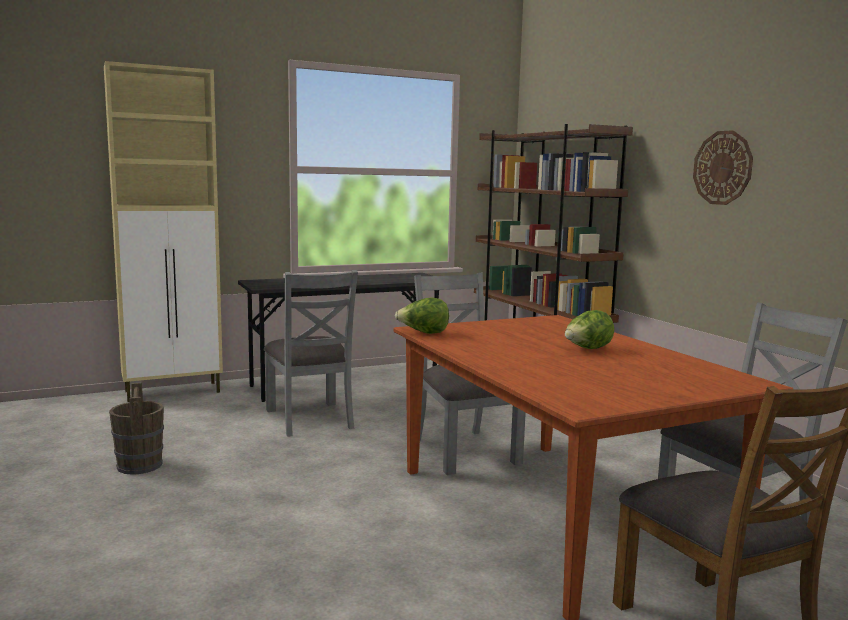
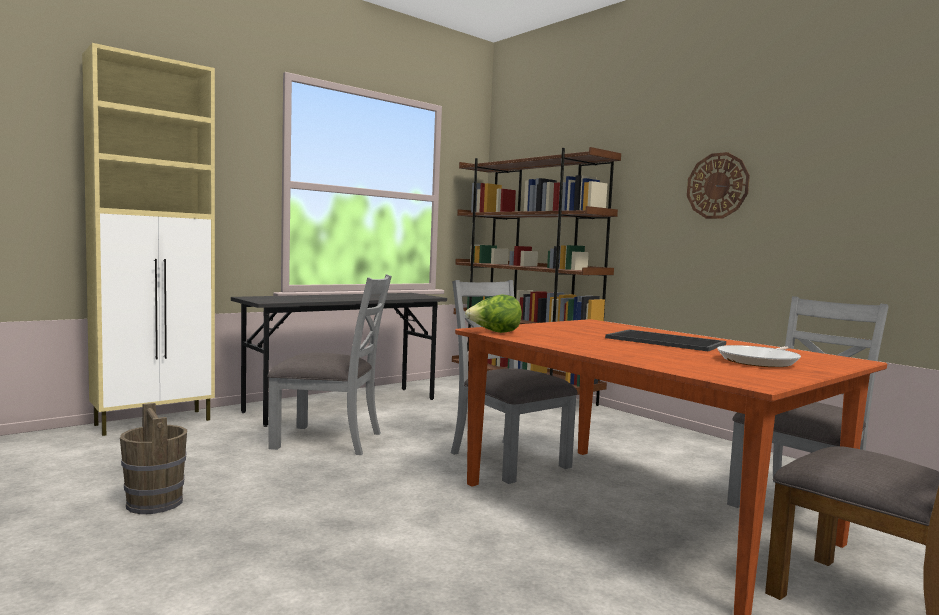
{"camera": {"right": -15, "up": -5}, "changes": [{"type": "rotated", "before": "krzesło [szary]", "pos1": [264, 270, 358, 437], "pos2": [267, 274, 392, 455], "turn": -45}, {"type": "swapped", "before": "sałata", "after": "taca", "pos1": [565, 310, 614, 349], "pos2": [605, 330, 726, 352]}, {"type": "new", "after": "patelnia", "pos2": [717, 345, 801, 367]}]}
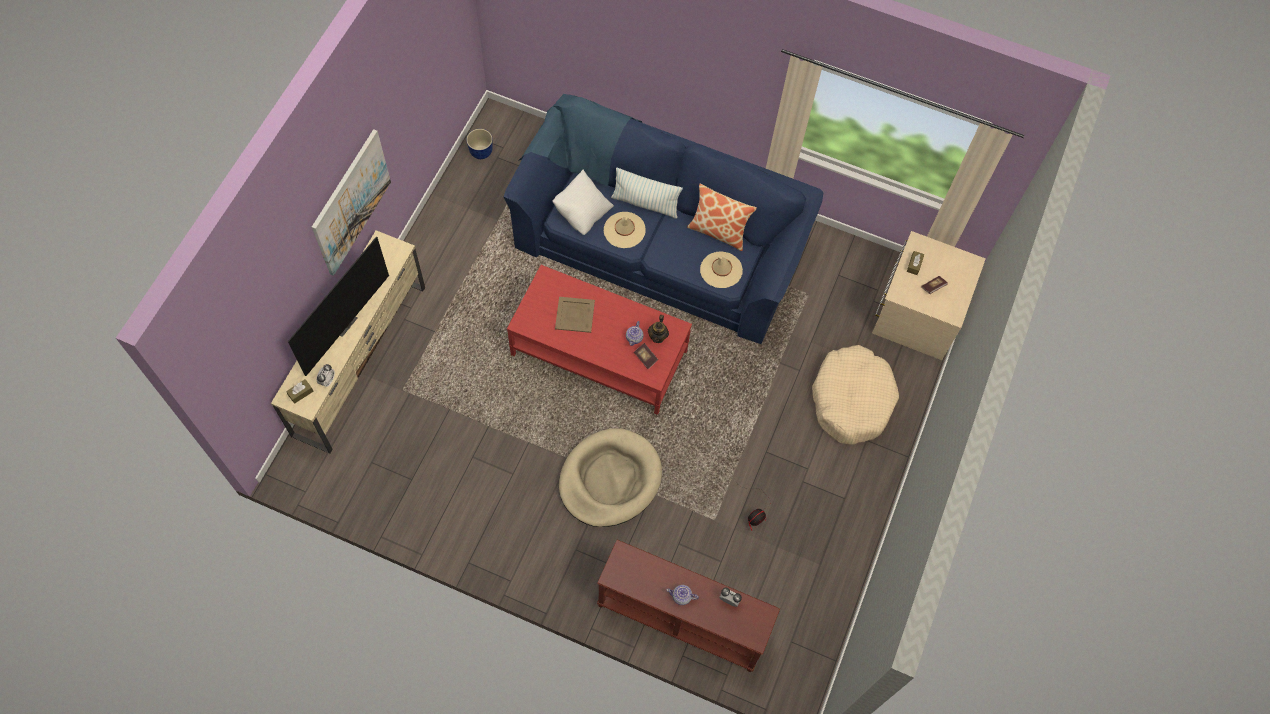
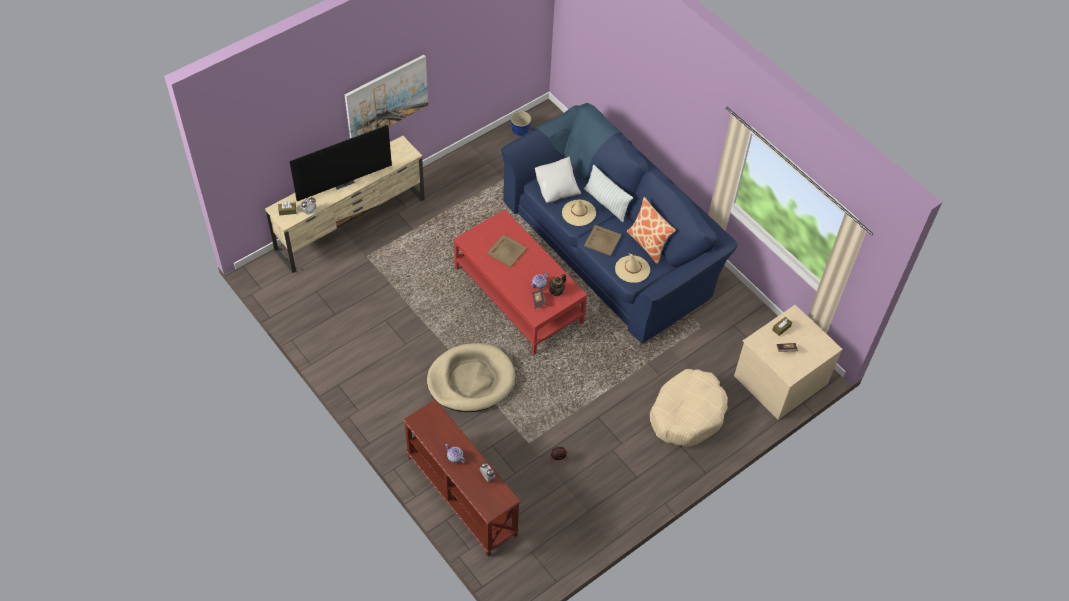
{"camera": {"right": 30, "up": -10}, "changes": [{"type": "new", "after": "taca [beżowy]", "pos2": [584, 225, 622, 256]}]}
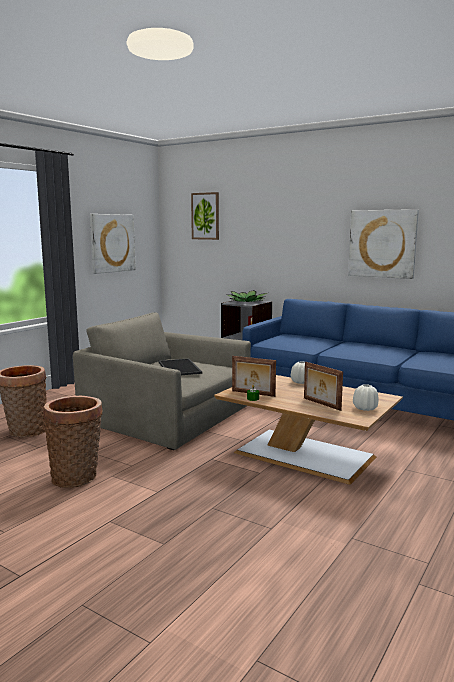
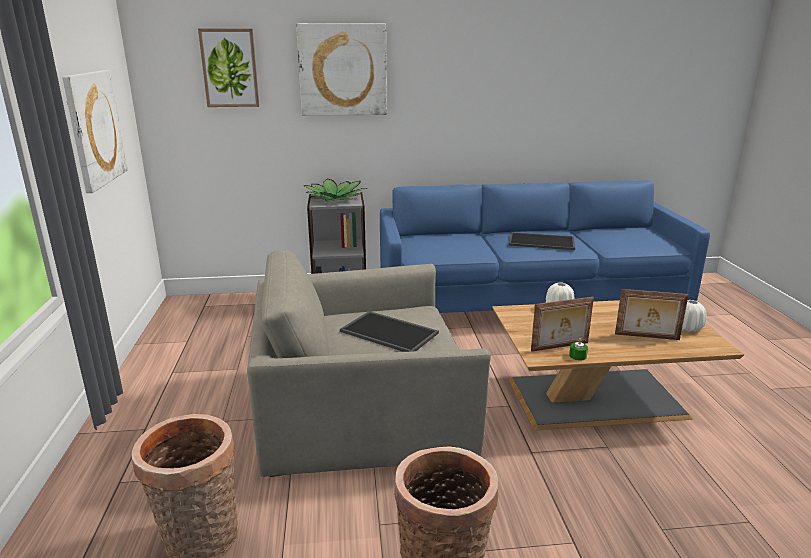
{"camera": {"right": -40, "up": 10}, "changes": [{"type": "shifted", "before": "obraz", "pos1": [348, 209, 419, 279], "pos2": [296, 23, 387, 116]}, {"type": "new", "after": "taca", "pos2": [509, 232, 575, 250]}]}
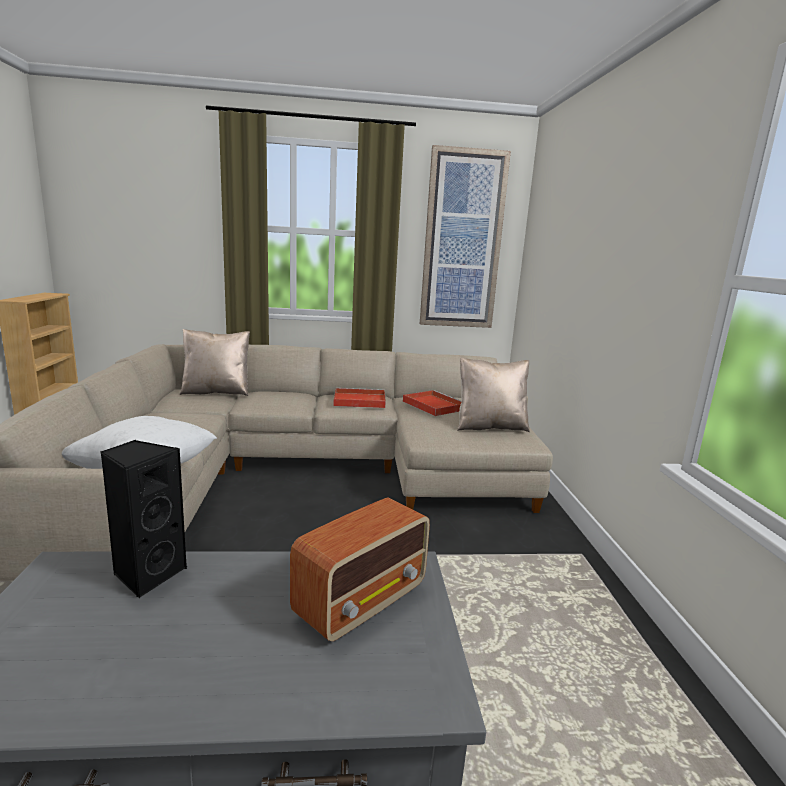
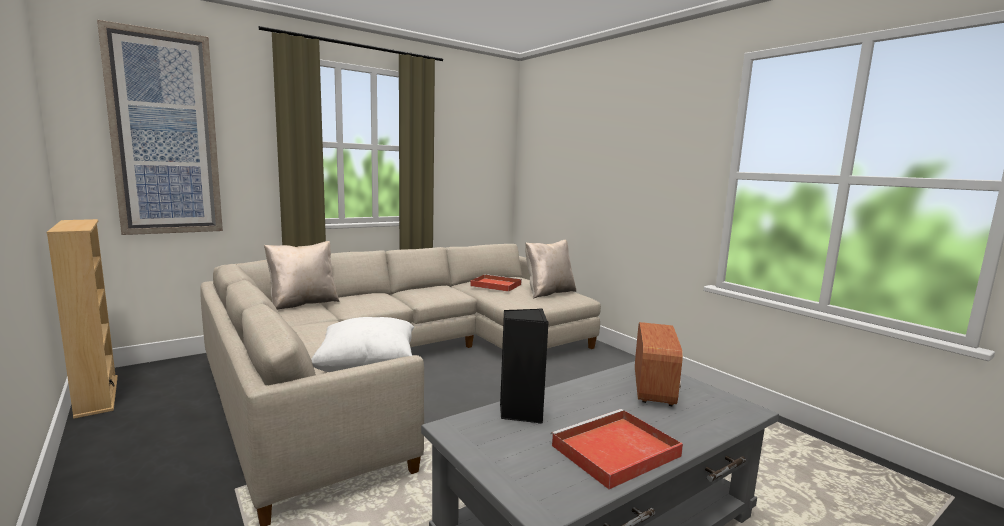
{"camera": {"right": -30, "up": -5}, "changes": [{"type": "shifted", "before": "taca [czerwony]", "pos1": [333, 388, 386, 408], "pos2": [550, 409, 683, 489]}, {"type": "shifted", "before": "obraz", "pos1": [420, 145, 511, 328], "pos2": [97, 20, 223, 235]}]}
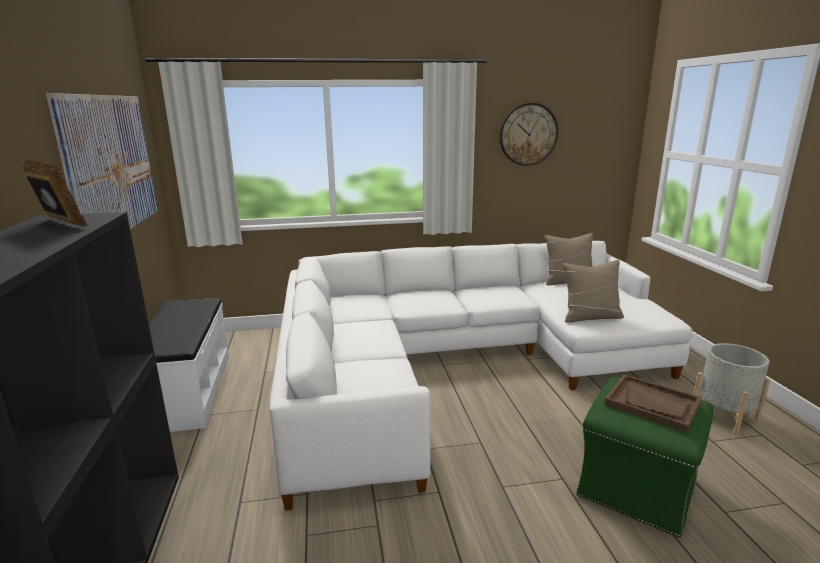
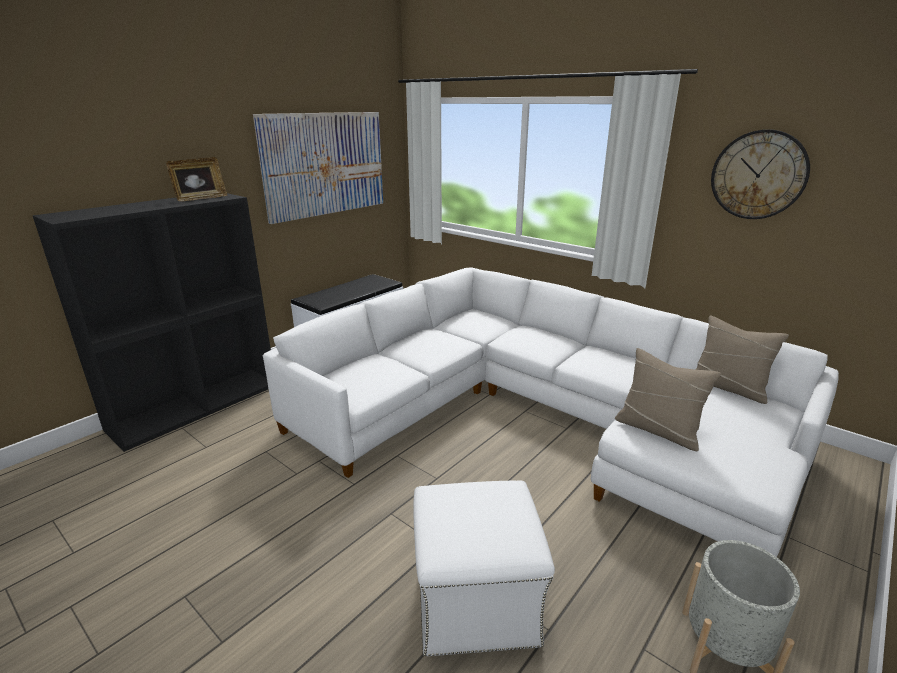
{"camera": {"right": 50, "up": 5}, "changes": [{"type": "rotated", "before": "ramka na zdjęcie", "pos1": [22, 159, 87, 227], "pos2": [166, 157, 227, 201], "turn": 45}, {"type": "repainted", "before": "pufa [zielony]", "after": "pufa [biały]", "pos1": [576, 377, 713, 538], "pos2": [413, 480, 555, 656]}, {"type": "gone", "before": "taca [brązowy]", "pos1": [604, 374, 702, 433]}]}
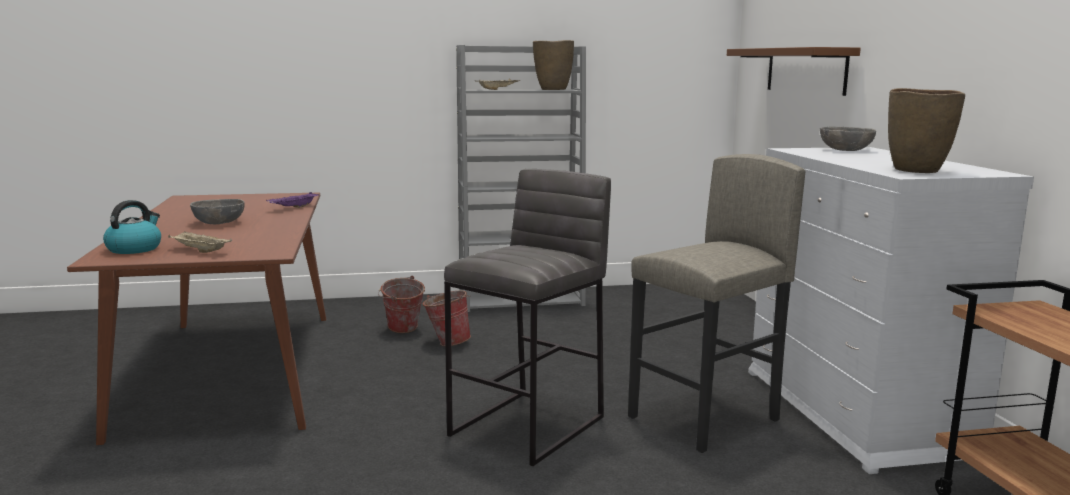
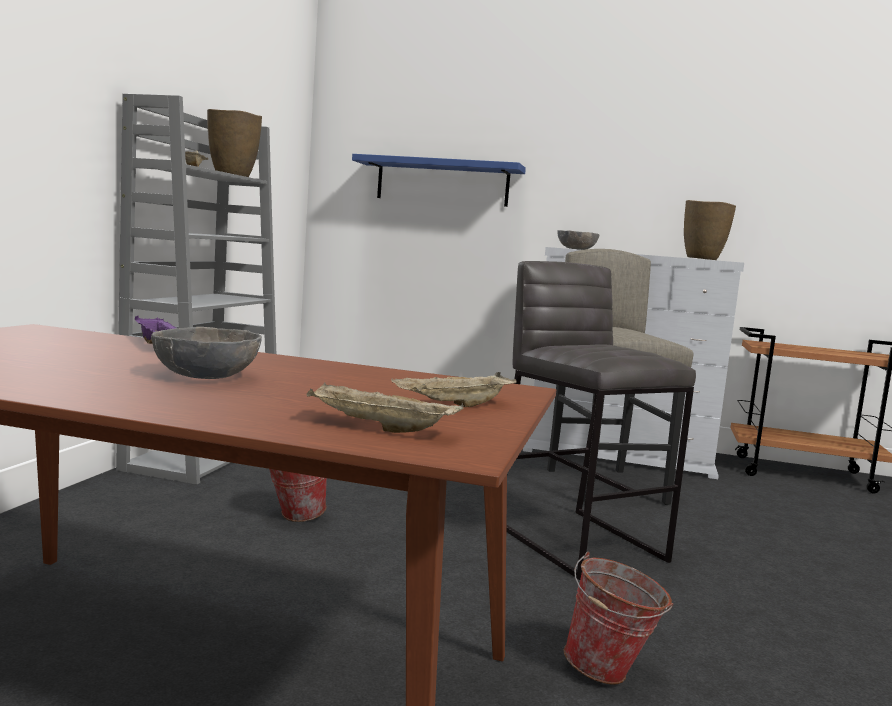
{"camera": {"right": -65, "up": -5}, "changes": [{"type": "swapped", "before": "czajnik", "after": "taca [beżowy]", "pos1": [103, 200, 161, 254], "pos2": [306, 382, 463, 433]}, {"type": "shifted", "before": "wiadro", "pos1": [378, 276, 425, 333], "pos2": [564, 552, 673, 685]}, {"type": "repainted", "before": "półka [brązowy]", "after": "półka [niebieski]", "pos1": [727, 47, 861, 96], "pos2": [352, 154, 526, 207]}]}
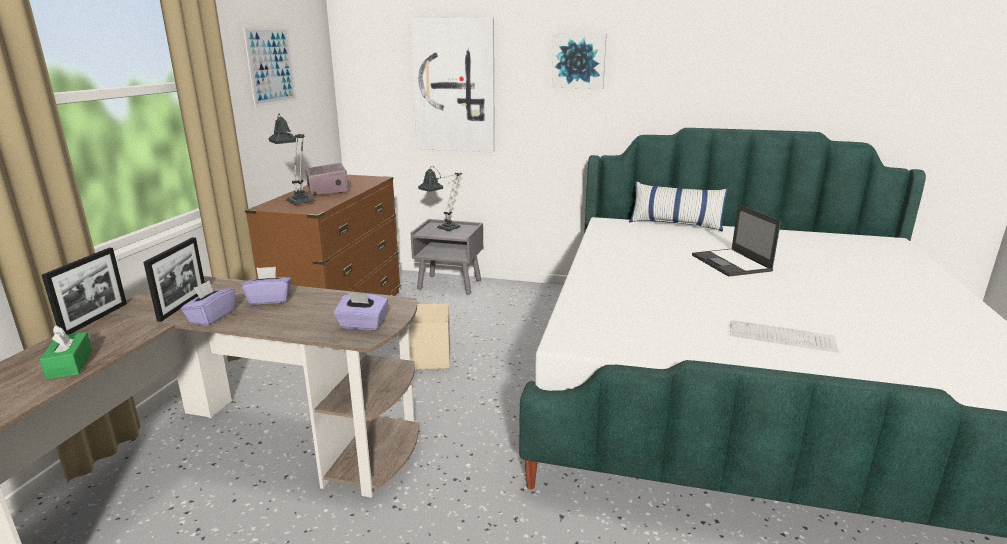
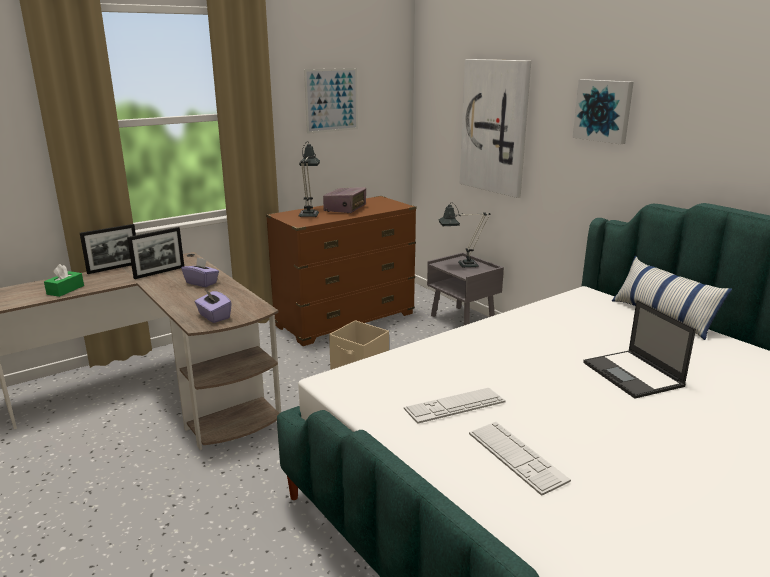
{"camera": {"right": 40, "up": 0}, "changes": [{"type": "gone", "before": "pudełko chusteczek [fioletowy]", "pos1": [181, 281, 235, 326]}, {"type": "rotated", "before": "laptop", "pos1": [692, 205, 781, 277], "pos2": [583, 300, 696, 399], "turn": -45}, {"type": "new", "after": "klawiatura", "pos2": [404, 388, 505, 424]}]}
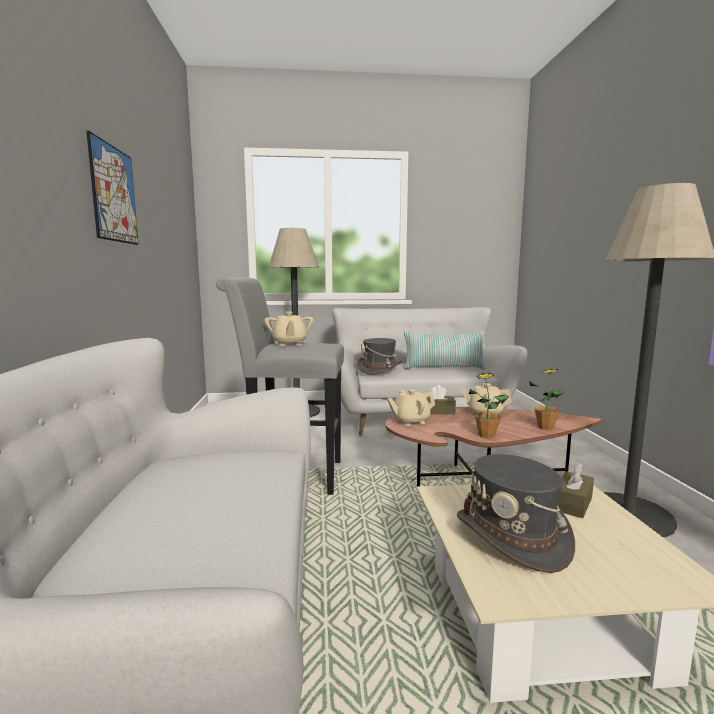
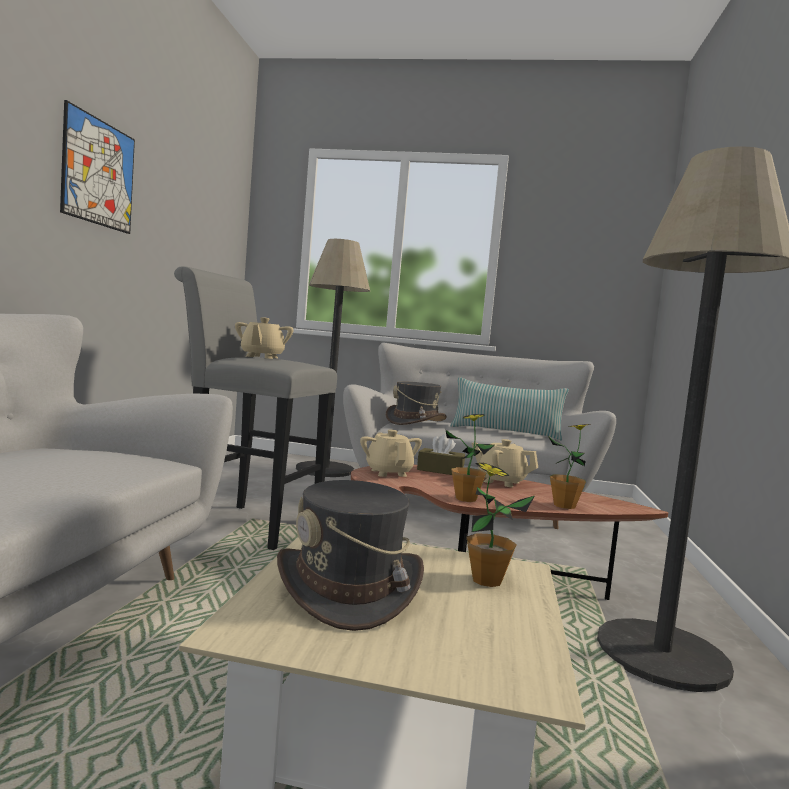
{"camera": {"right": 15, "up": -5}, "changes": [{"type": "rotated", "before": "imbryk [beżowy]", "pos1": [387, 389, 435, 426], "pos2": [360, 430, 422, 477], "turn": 75}, {"type": "swapped", "before": "pudełko chusteczek [brązowy]", "after": "roślina doniczkowa", "pos1": [557, 463, 594, 518], "pos2": [467, 463, 535, 587]}]}
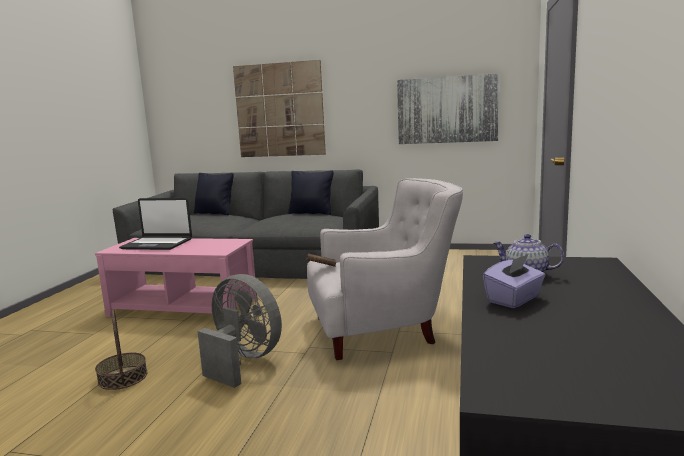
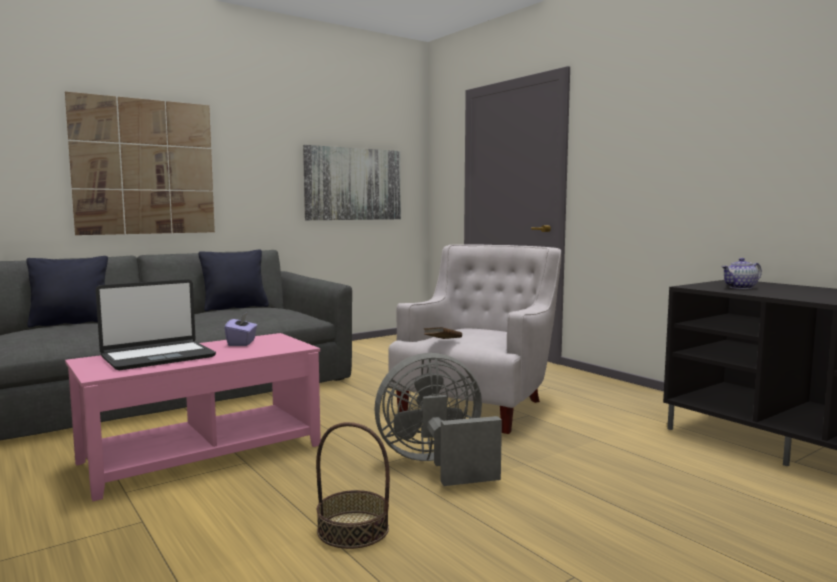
{"camera": {"right": -50, "up": -5}, "changes": [{"type": "shifted", "before": "pudełko chusteczek [fioletowy]", "pos1": [483, 254, 545, 308], "pos2": [224, 312, 258, 346]}]}
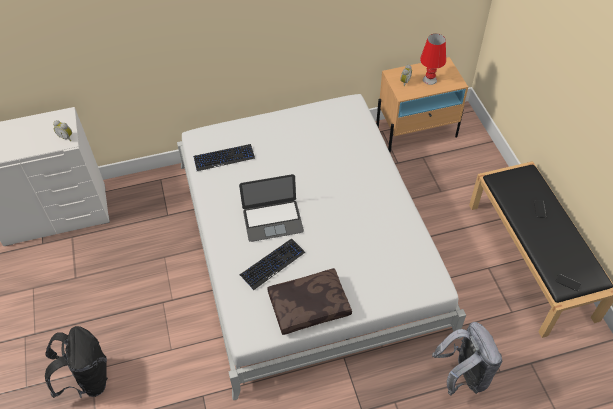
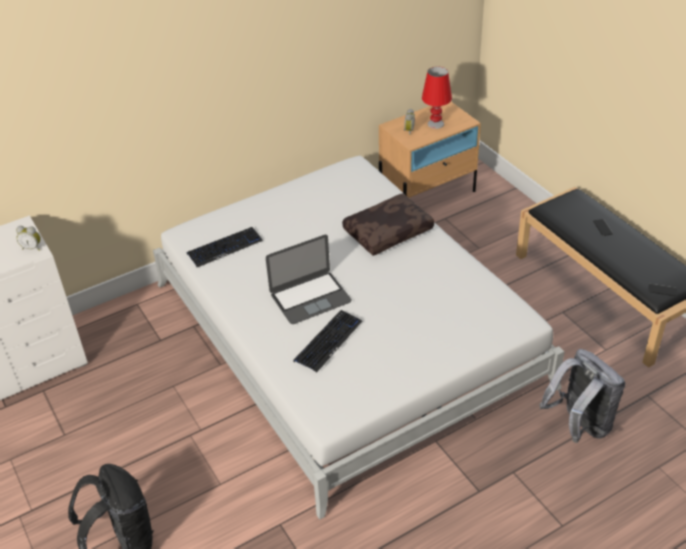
{"camera": {"right": -15, "up": -10}, "changes": [{"type": "shifted", "before": "poduszka [brązowy]", "pos1": [267, 268, 352, 335], "pos2": [342, 193, 434, 256]}]}
